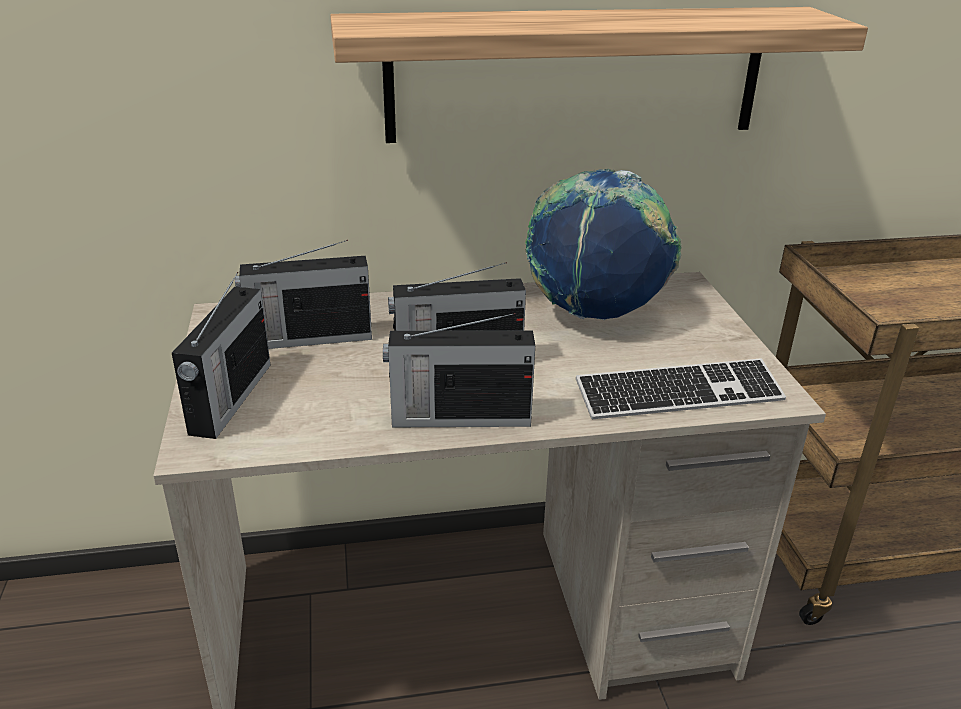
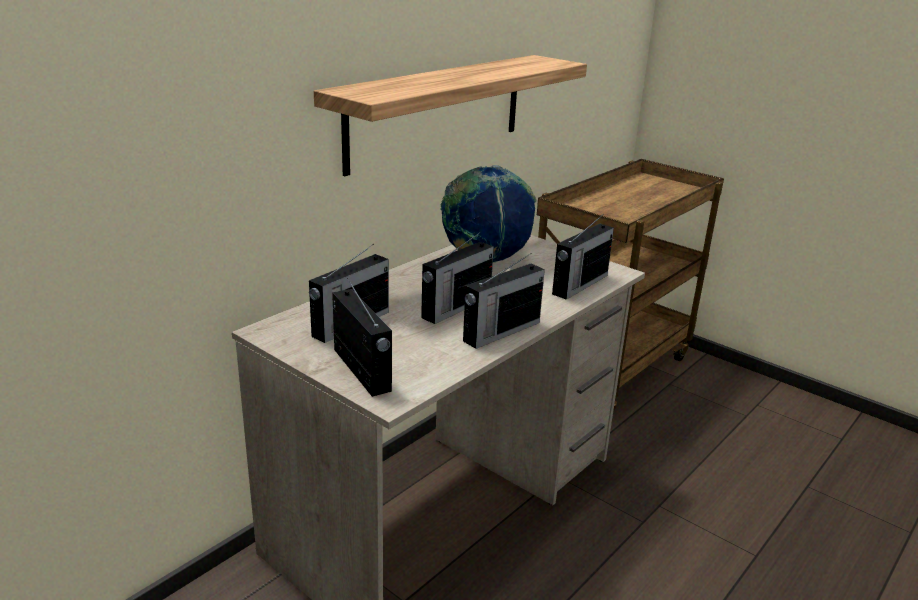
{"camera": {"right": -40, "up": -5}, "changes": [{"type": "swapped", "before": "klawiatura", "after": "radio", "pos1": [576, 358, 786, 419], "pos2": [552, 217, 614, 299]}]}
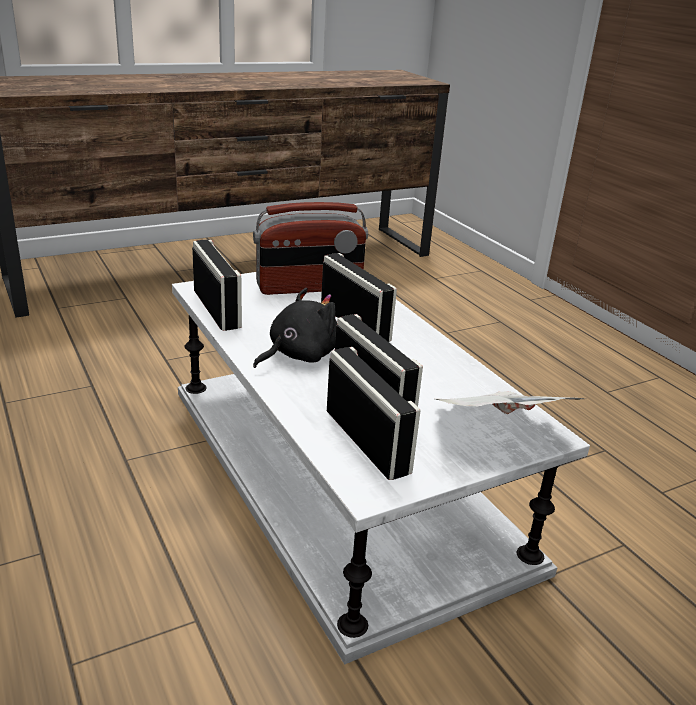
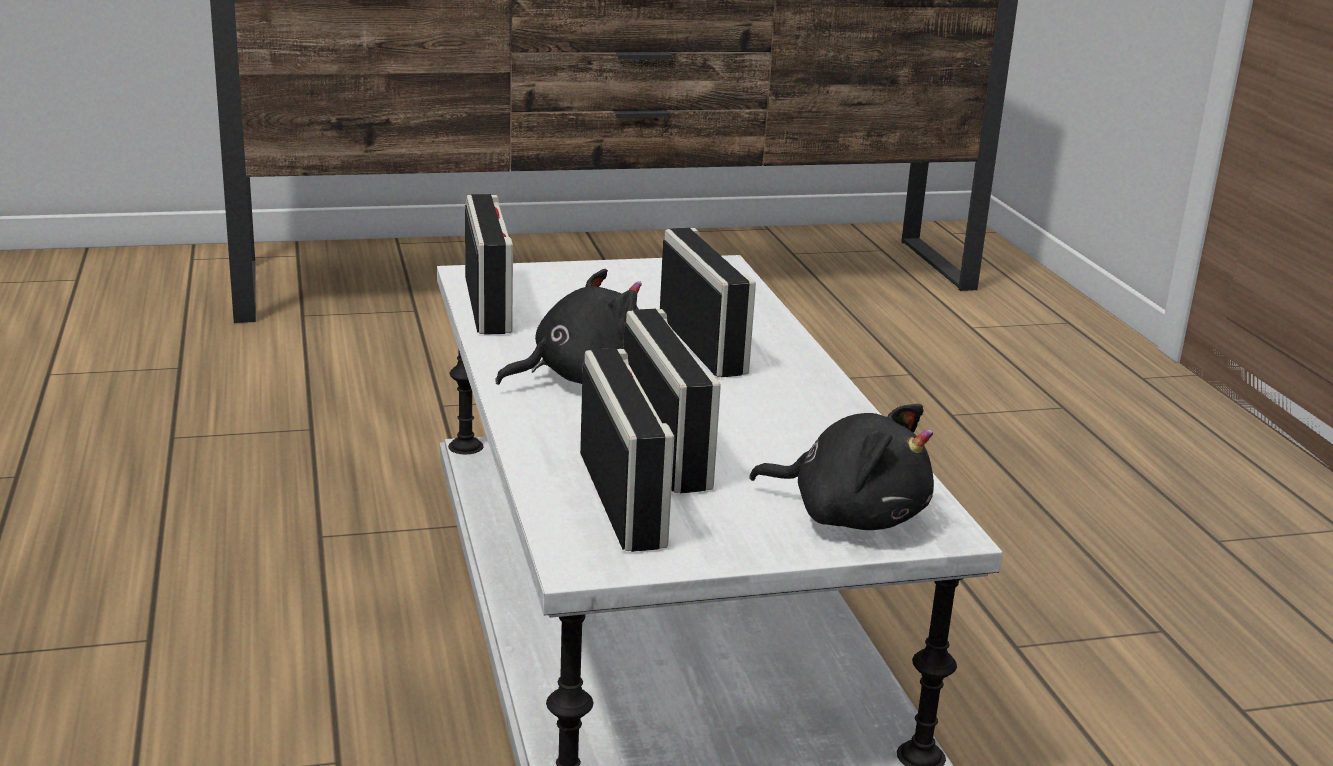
{"camera": {"right": 15, "up": -5}, "changes": [{"type": "gone", "before": "radio", "pos1": [253, 202, 368, 295]}, {"type": "swapped", "before": "gazeta", "after": "pluszak [czarny]", "pos1": [433, 391, 585, 414], "pos2": [749, 404, 934, 530]}]}
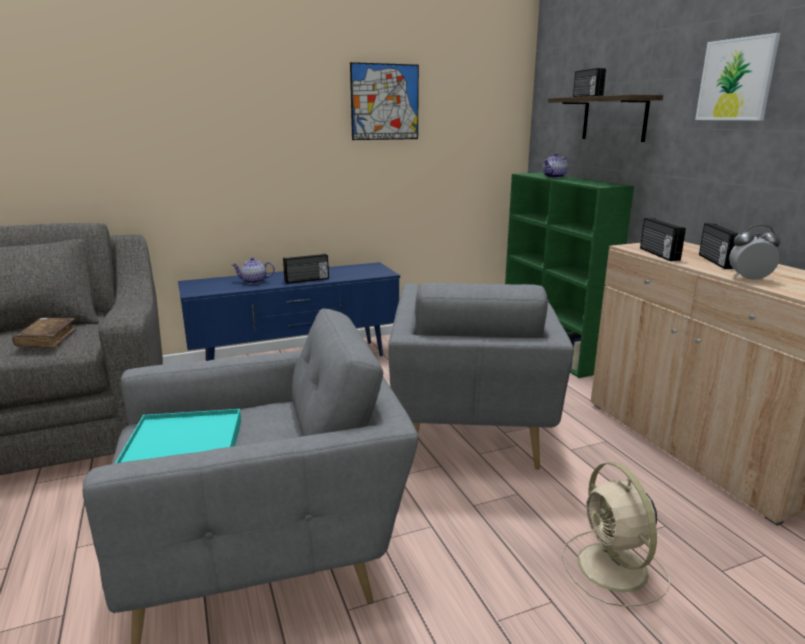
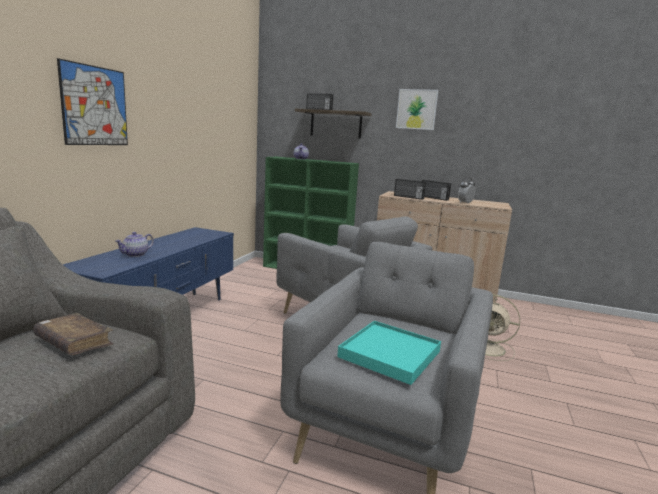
{"camera": {"right": -50, "up": -5}, "changes": [{"type": "gone", "before": "radio", "pos1": [283, 254, 329, 284]}, {"type": "shifted", "before": "obraz", "pos1": [350, 62, 419, 140], "pos2": [57, 58, 128, 145]}]}
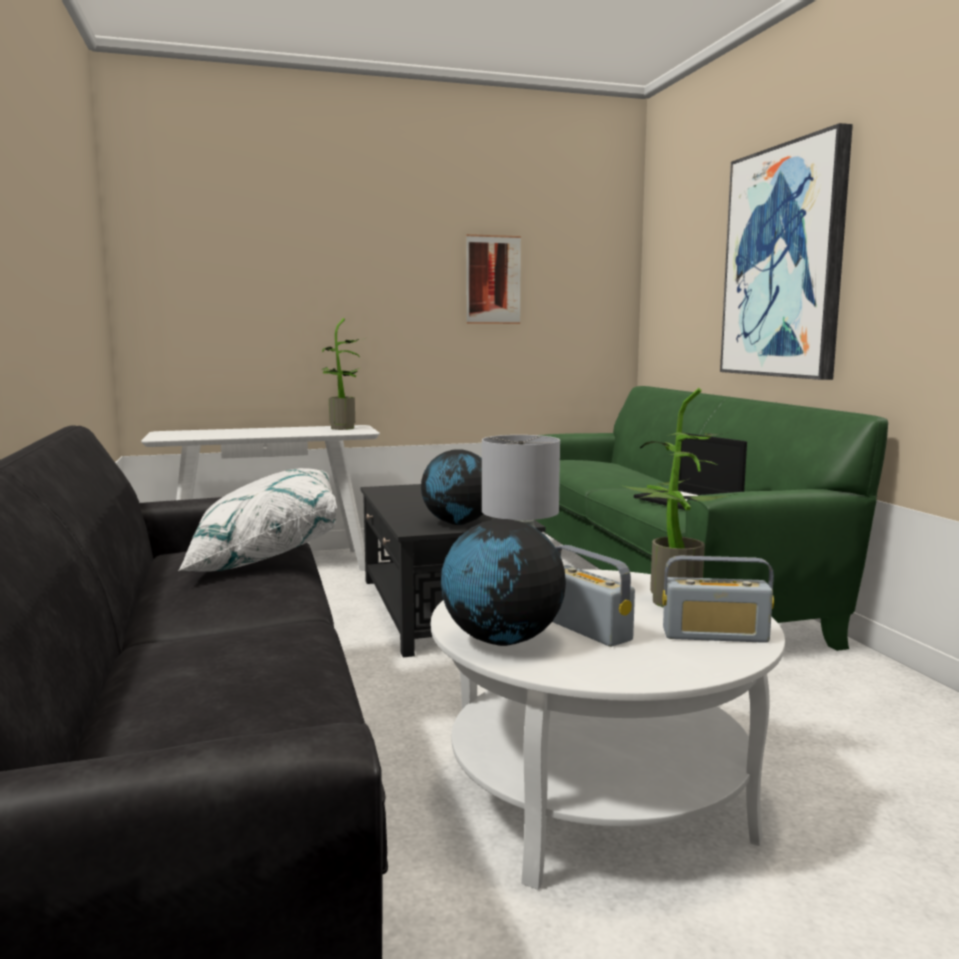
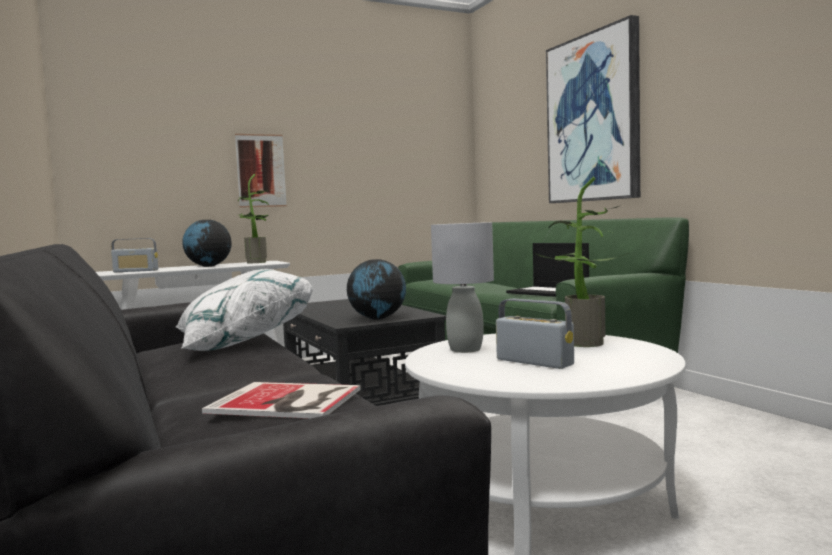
{"camera": {"right": -10, "up": -5}, "changes": [{"type": "shifted", "before": "globus", "pos1": [441, 519, 566, 646], "pos2": [182, 220, 232, 267]}, {"type": "shifted", "before": "obraz", "pos1": [466, 234, 521, 324], "pos2": [235, 134, 287, 208]}, {"type": "shifted", "before": "radio", "pos1": [663, 556, 774, 643], "pos2": [111, 238, 158, 272]}, {"type": "new", "after": "książka", "pos2": [202, 382, 361, 419]}]}
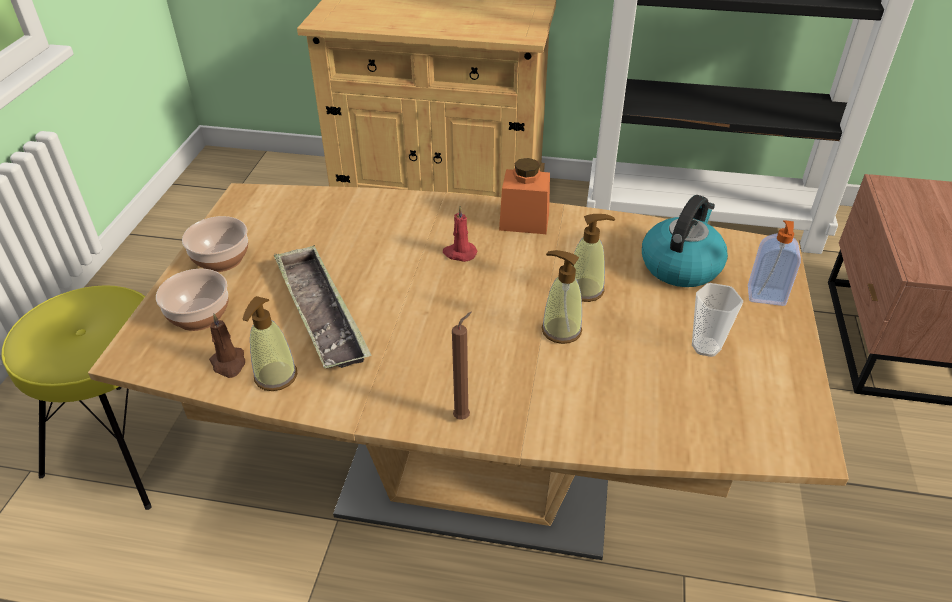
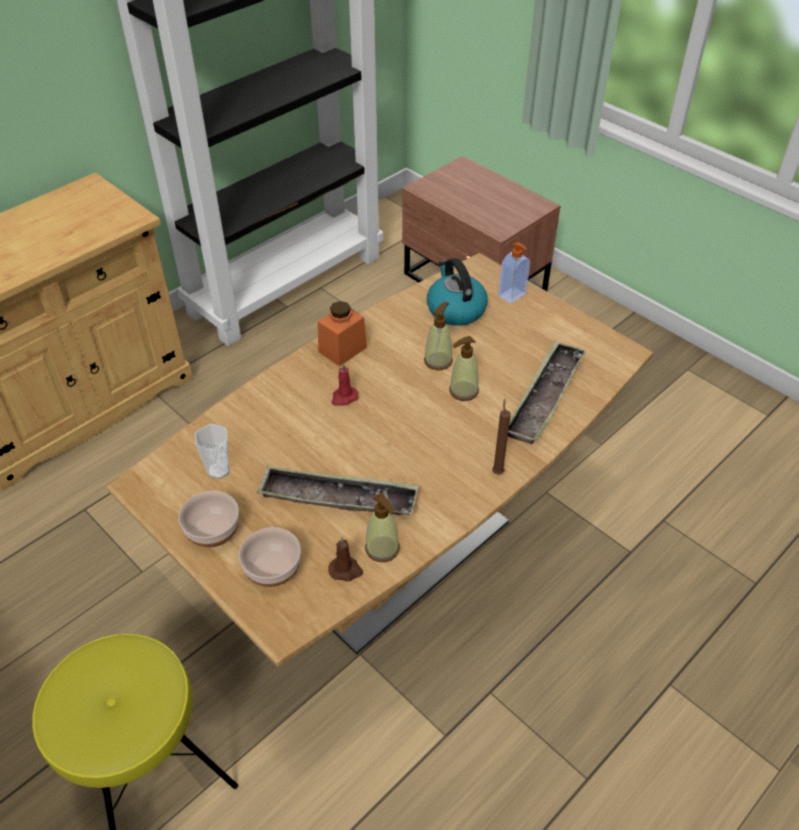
{"camera": {"right": -55, "up": 5}, "changes": [{"type": "shifted", "before": "filiżanka", "pos1": [692, 283, 743, 357], "pos2": [195, 424, 229, 479]}, {"type": "new", "after": "taca", "pos2": [508, 341, 586, 444]}]}
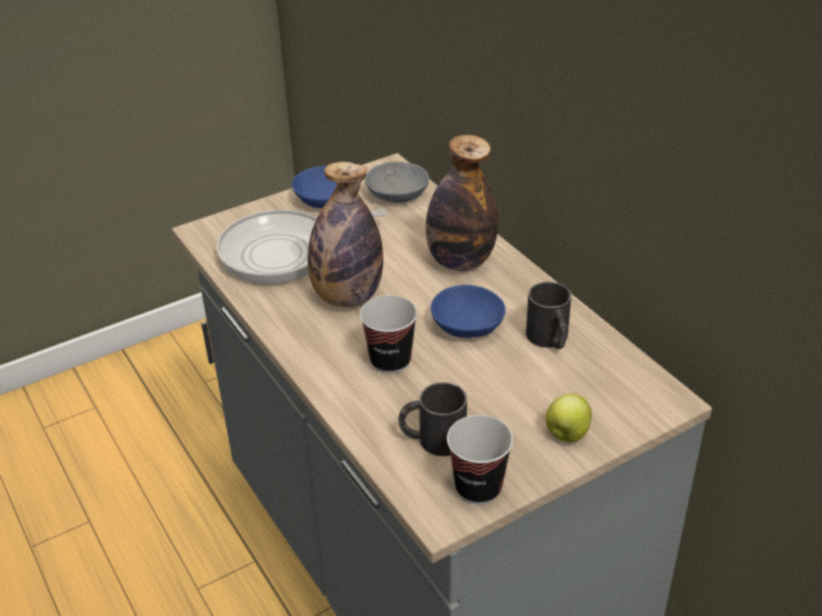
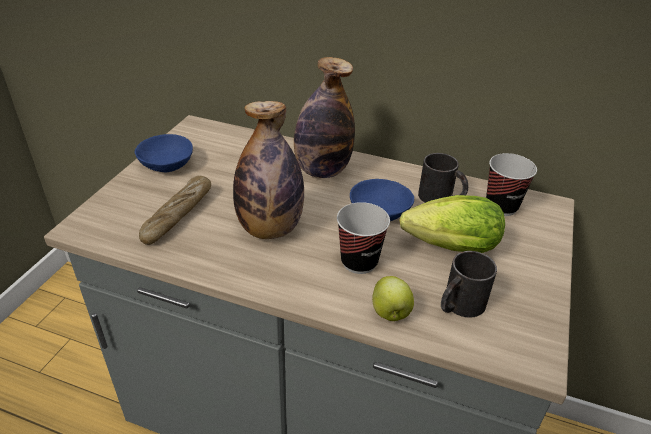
{"camera": {"right": -40, "up": 0}, "changes": [{"type": "swapped", "before": "patelnia", "after": "chleb", "pos1": [216, 209, 386, 284], "pos2": [139, 176, 211, 245]}, {"type": "gone", "before": "miska [szary]", "pos1": [365, 162, 429, 203]}, {"type": "shifted", "before": "filiżanka", "pos1": [447, 415, 513, 505], "pos2": [486, 153, 537, 216]}, {"type": "shifted", "before": "jabłko", "pos1": [546, 394, 592, 442], "pos2": [372, 276, 414, 321]}, {"type": "new", "after": "sałata", "pos2": [399, 195, 505, 253]}]}
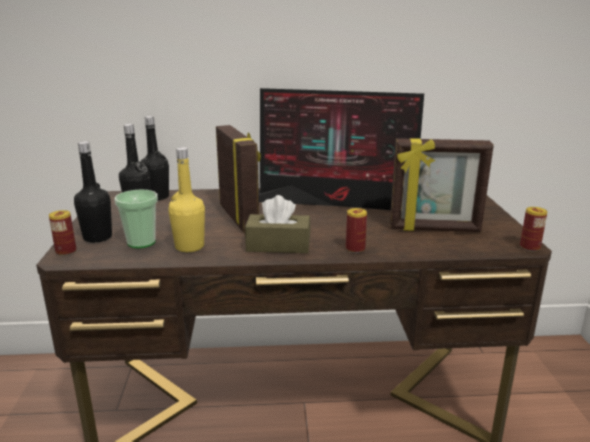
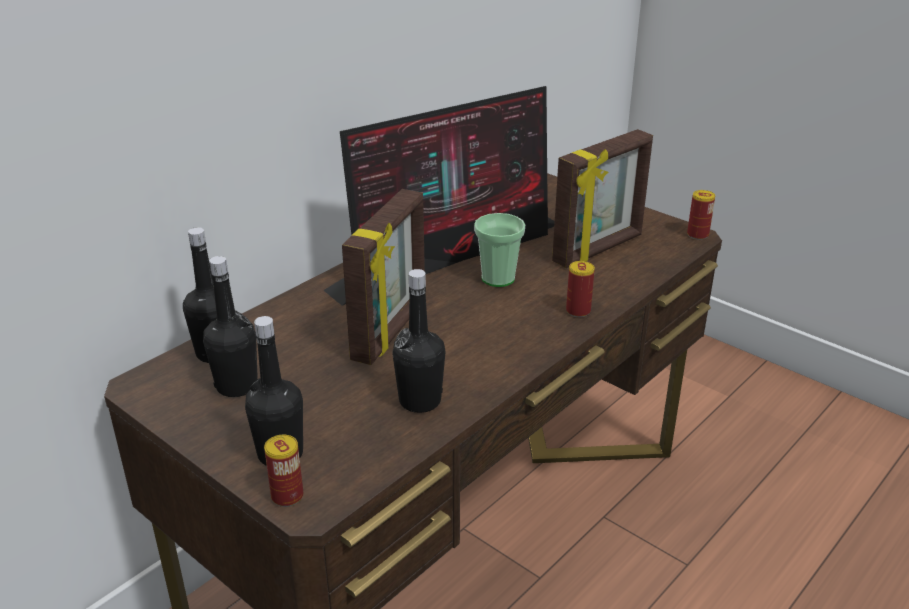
{"camera": {"right": -45, "up": 10}, "changes": [{"type": "shifted", "before": "filiżanka", "pos1": [114, 189, 158, 248], "pos2": [474, 213, 525, 287]}, {"type": "repainted", "before": "butelka [żółty]", "after": "butelka [czarny]", "pos1": [168, 147, 205, 252], "pos2": [392, 269, 445, 413]}, {"type": "rotated", "before": "ramka na zdjęcie", "pos1": [216, 125, 261, 233], "pos2": [342, 189, 425, 365], "turn": 90}, {"type": "gone", "before": "pudełko chusteczek [brązowy]", "pos1": [245, 195, 311, 253]}]}
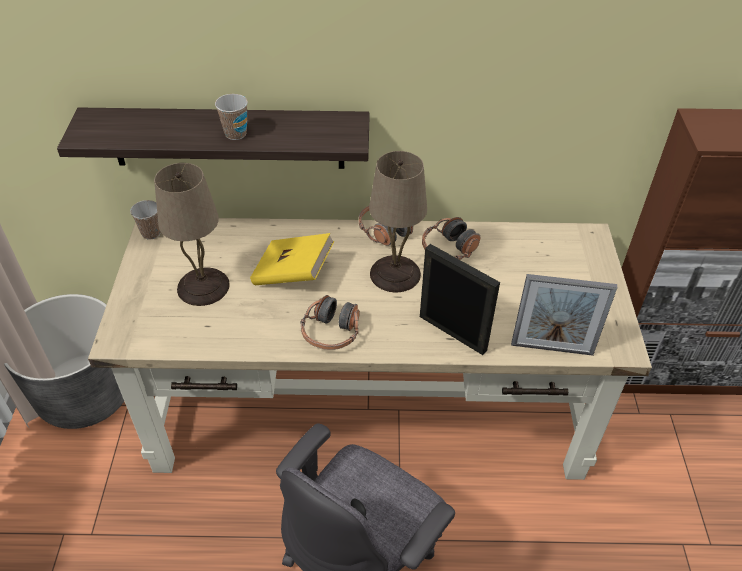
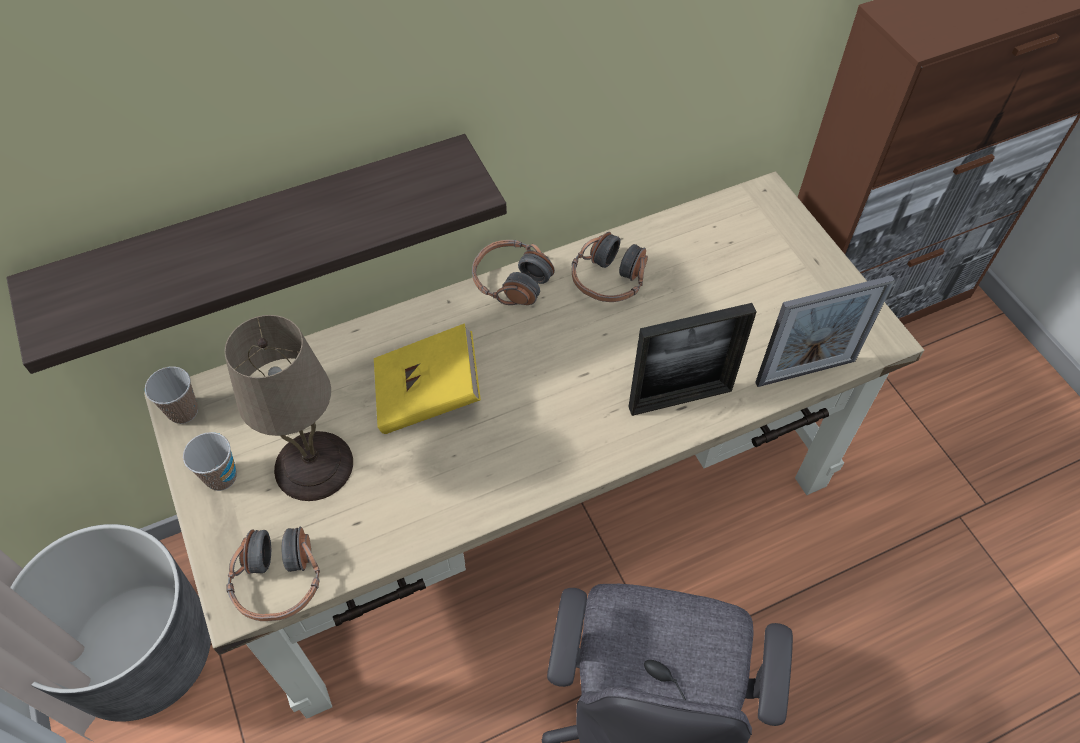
{"camera": {"right": -25, "up": 10}, "changes": [{"type": "shifted", "before": "filiżanka", "pos1": [215, 94, 248, 140], "pos2": [183, 432, 237, 491]}, {"type": "shifted", "before": "słuchawki", "pos1": [300, 295, 360, 350], "pos2": [226, 527, 320, 621]}, {"type": "gone", "before": "lampa stołowa [beżowy]", "pos1": [369, 151, 427, 292]}, {"type": "rotated", "before": "ramka na zdjęcie", "pos1": [420, 244, 500, 355], "pos2": [628, 303, 757, 416], "turn": 150}]}
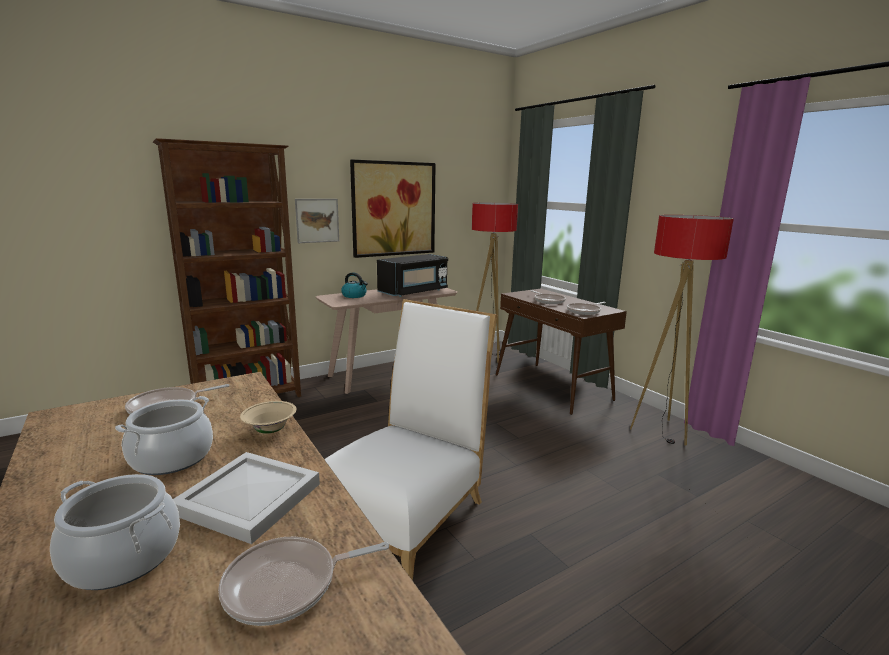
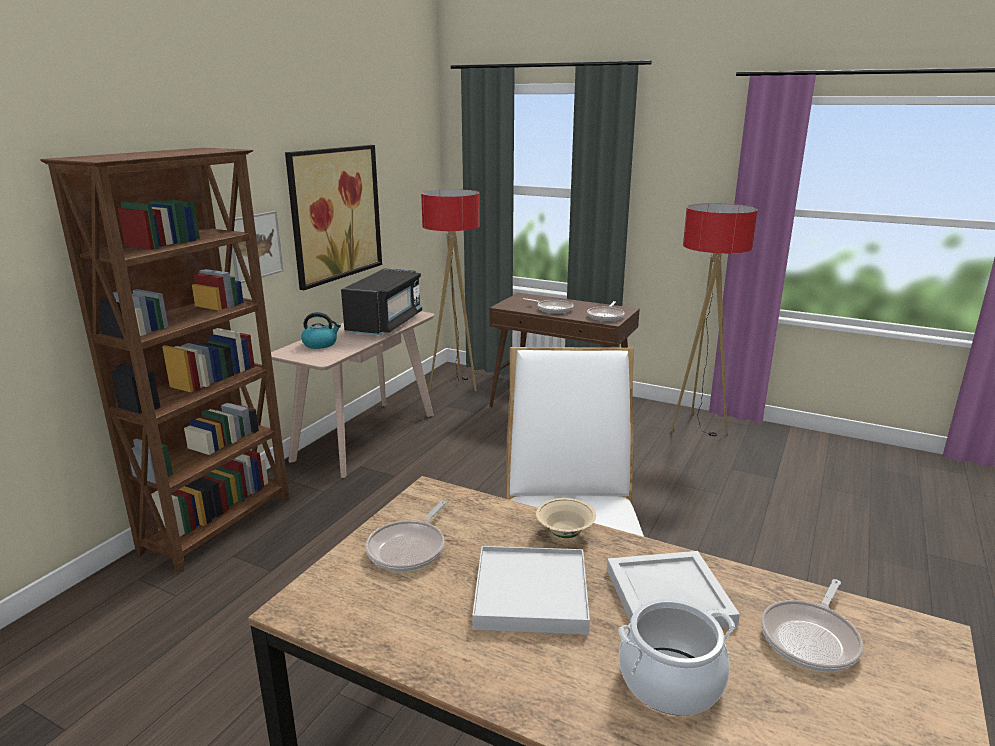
{"camera": {"right": -30, "up": 5}, "changes": [{"type": "swapped", "before": "garnek", "after": "taca [biały]", "pos1": [115, 396, 213, 475], "pos2": [472, 546, 590, 635]}]}
